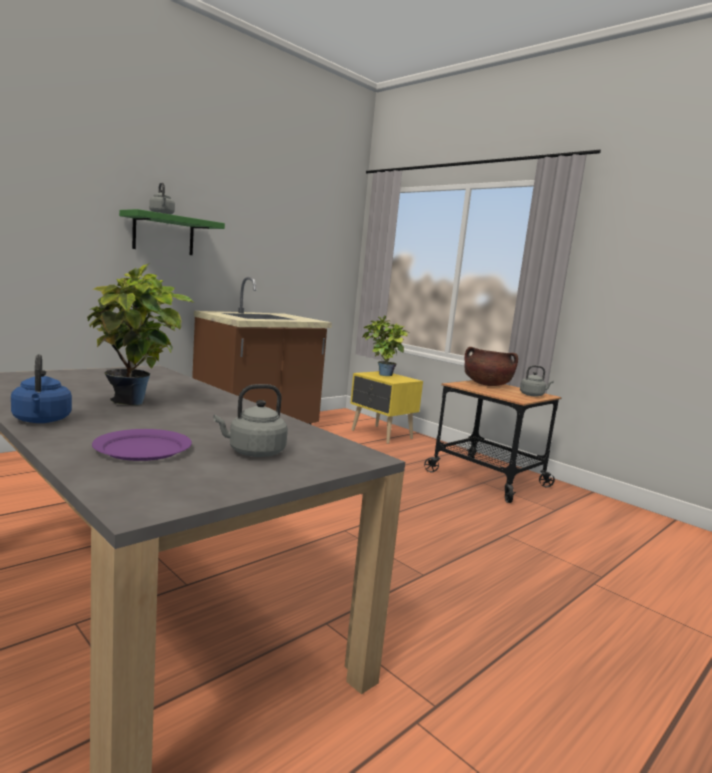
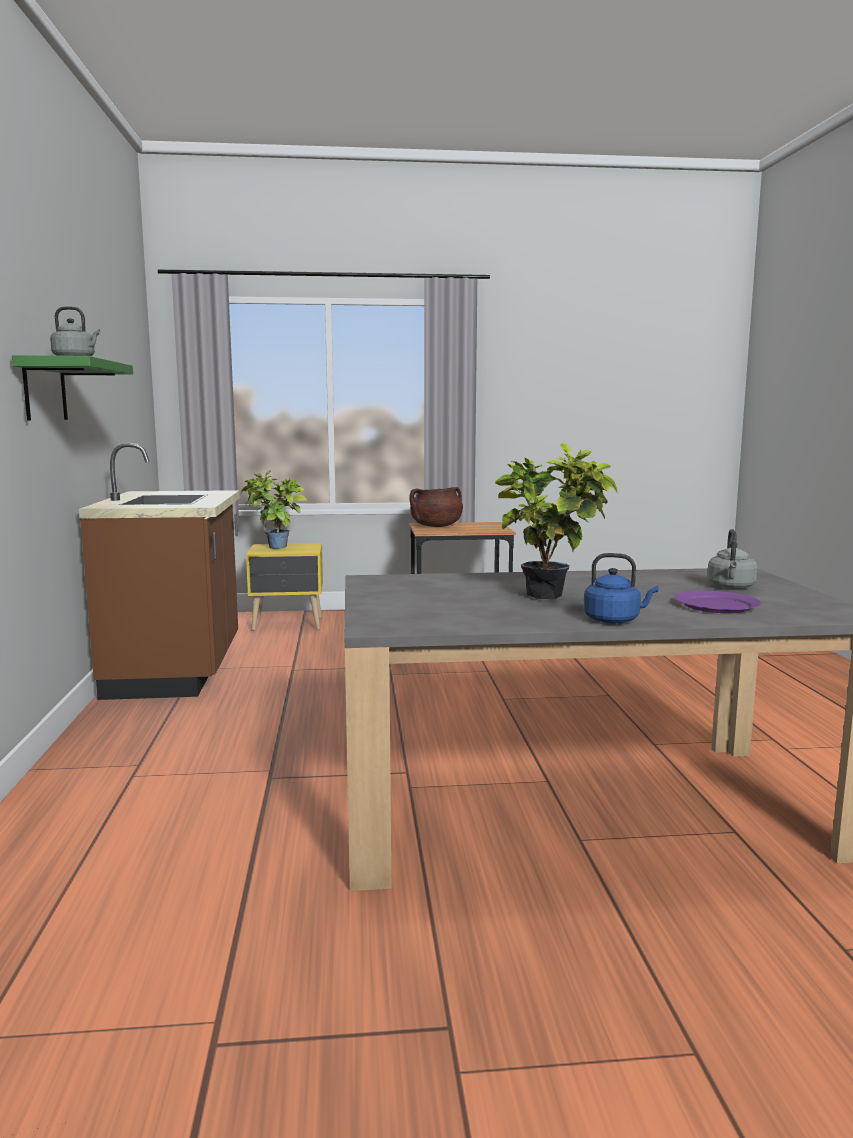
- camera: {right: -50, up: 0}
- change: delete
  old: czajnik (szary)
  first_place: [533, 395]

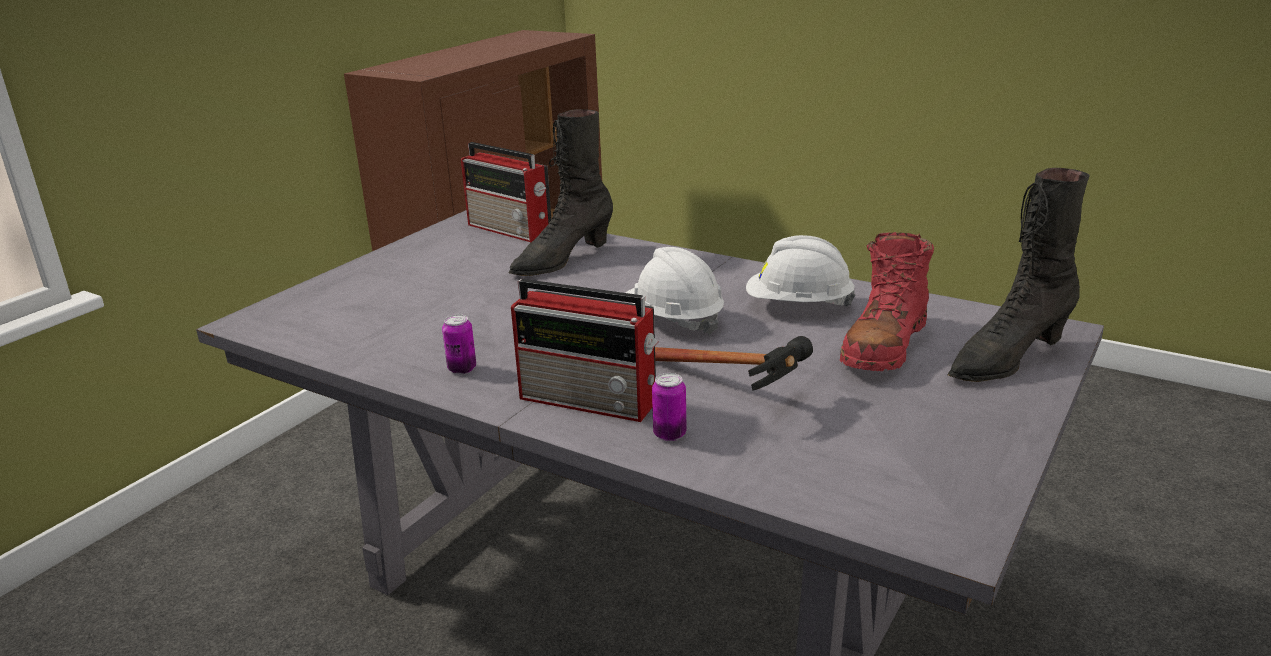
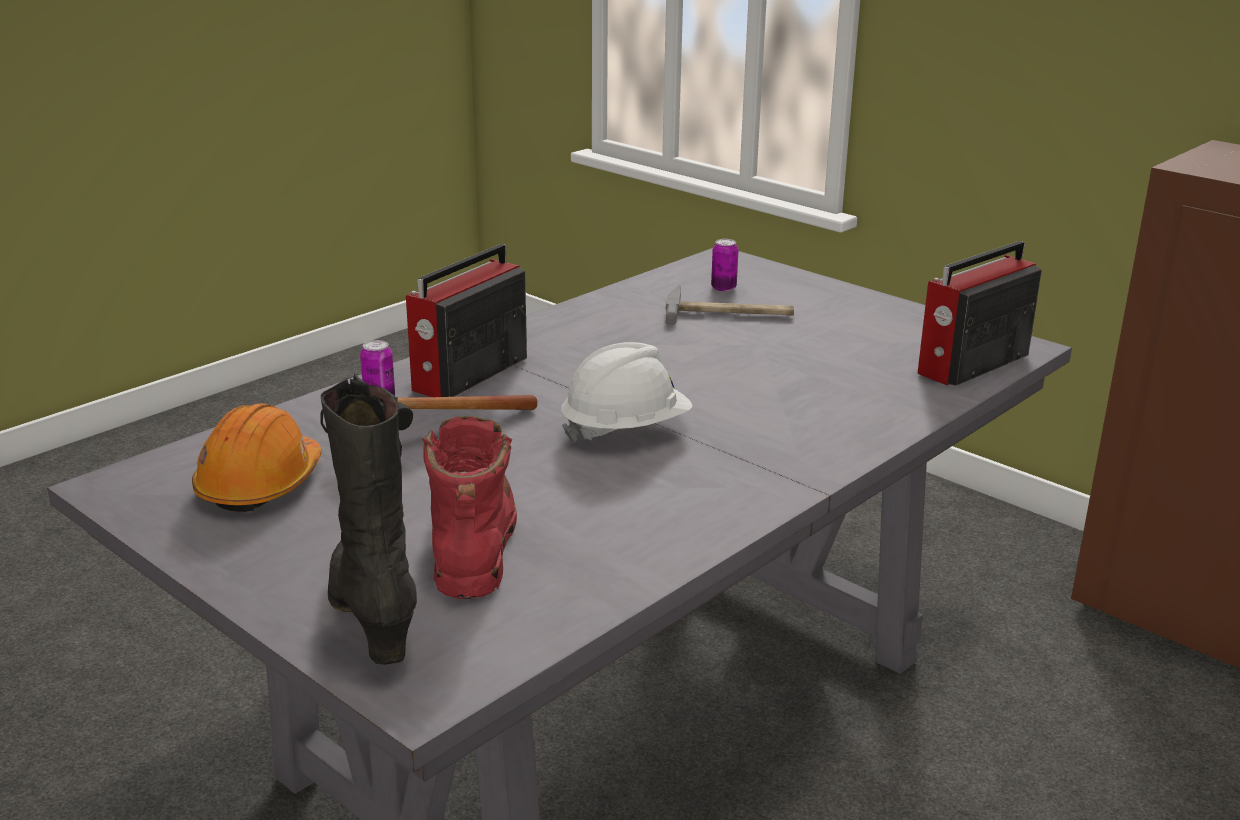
- camera: {right: 100, up: 0}
- change: delete
  old: but z cholewką (czarny)
  first_place: [562, 260]
- change: rotate
  old: but z cholewką (czerwony)
  first_place: [884, 345]
  second_place: [472, 541]
  degrees: 45
- change: delete
  old: kask (biały)
  first_place: [798, 306]
- change: move
  old: puszka
  first_place: [462, 369]
  second_place: [723, 288]
- change: insert
  new: młotek
  second_place: [729, 312]
- change: insert
  new: kask (pomarańczowy)
  second_place: [260, 484]

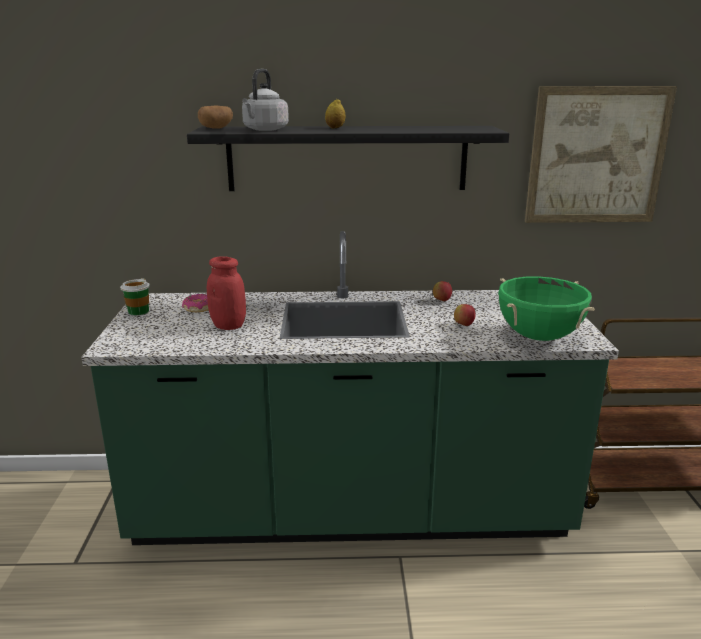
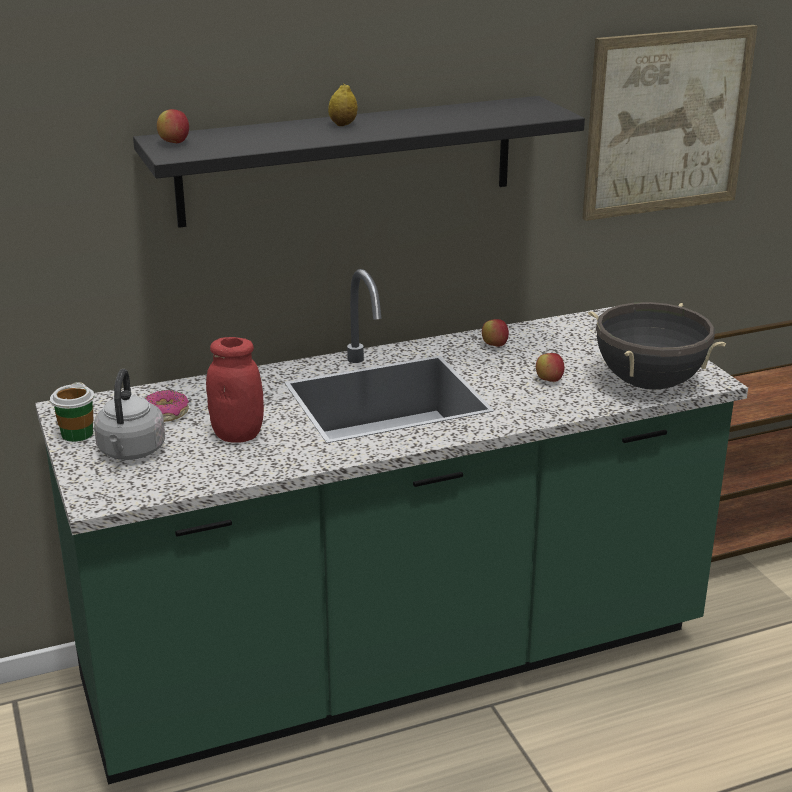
- camera: {right: -20, up: 5}
- change: move
  old: czajnik (szary)
  first_place: [264, 130]
  second_place: [131, 452]
- change: replace
  old: ziemniak
  new: jabłko
  first_place: [217, 128]
  second_place: [174, 143]
- change: recolor
  old: garnek (zielony)
  new: garnek (czarny)
  first_place: [538, 336]
  second_place: [649, 383]

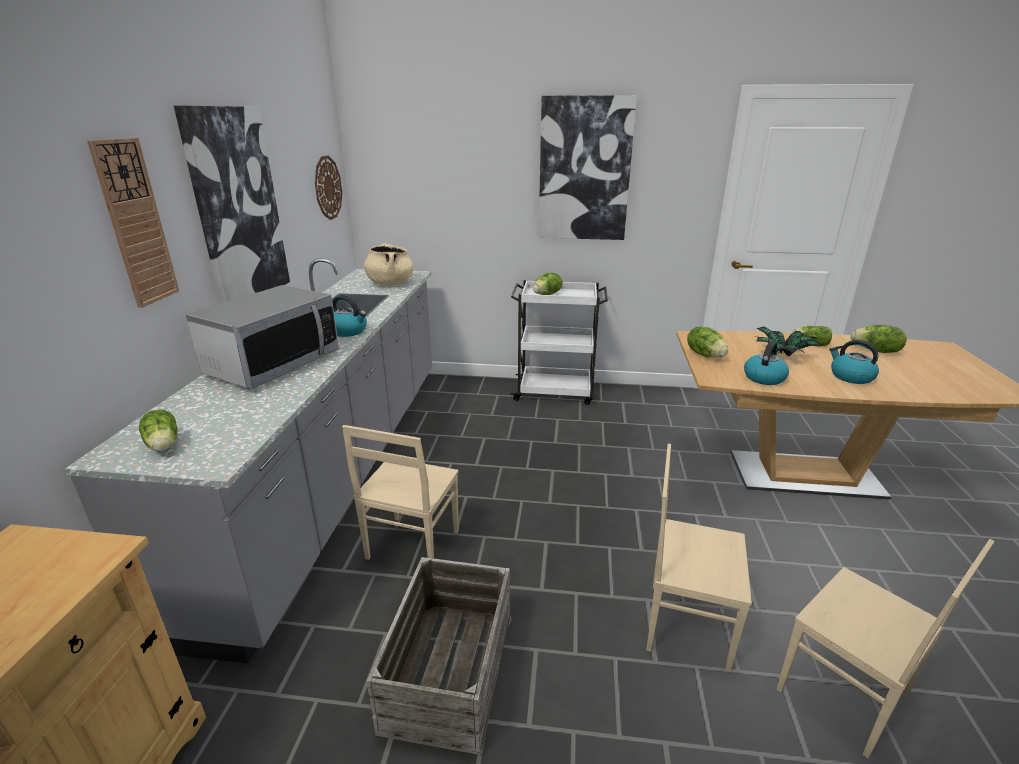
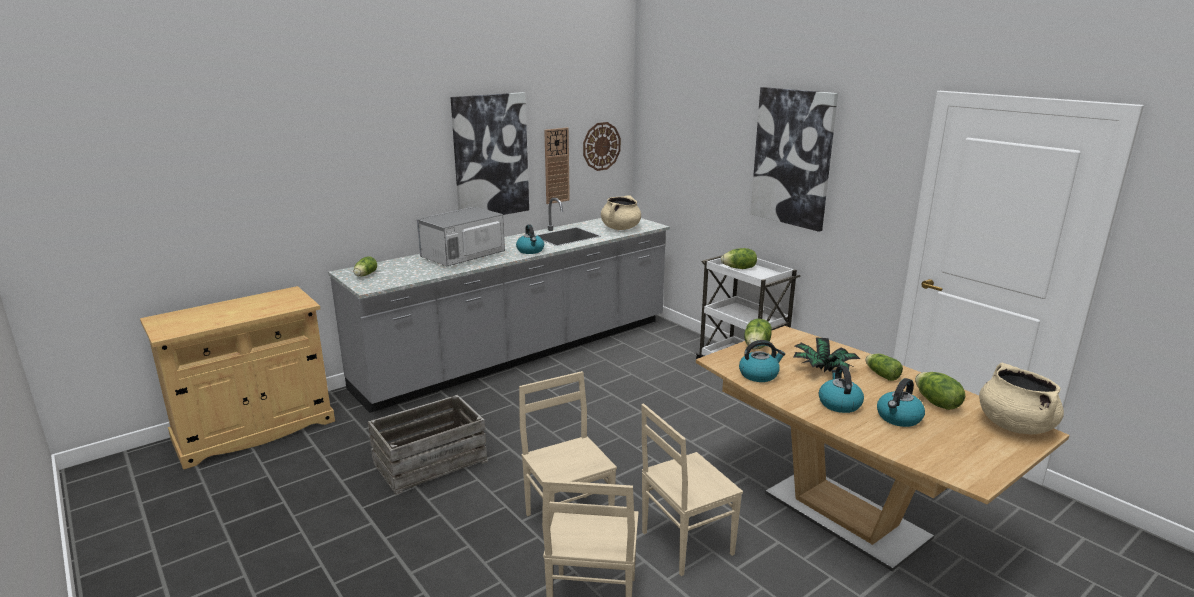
- camera: {right: 45, up: -5}
- change: move
  old: zegar ścienny
  first_place: [135, 223]
  second_place: [556, 165]
- change: rotate
  old: mikrofalówka
  first_place: [274, 364]
  second_place: [463, 256]
  degrees: 150
- change: move
  old: krzesło (beżowy)
  first_place: [411, 545]
  second_place: [685, 543]
- change: insert
  new: garnek (beżowy)
  second_place: [1014, 425]
- change: insert
  new: czajnik
  second_place: [898, 418]

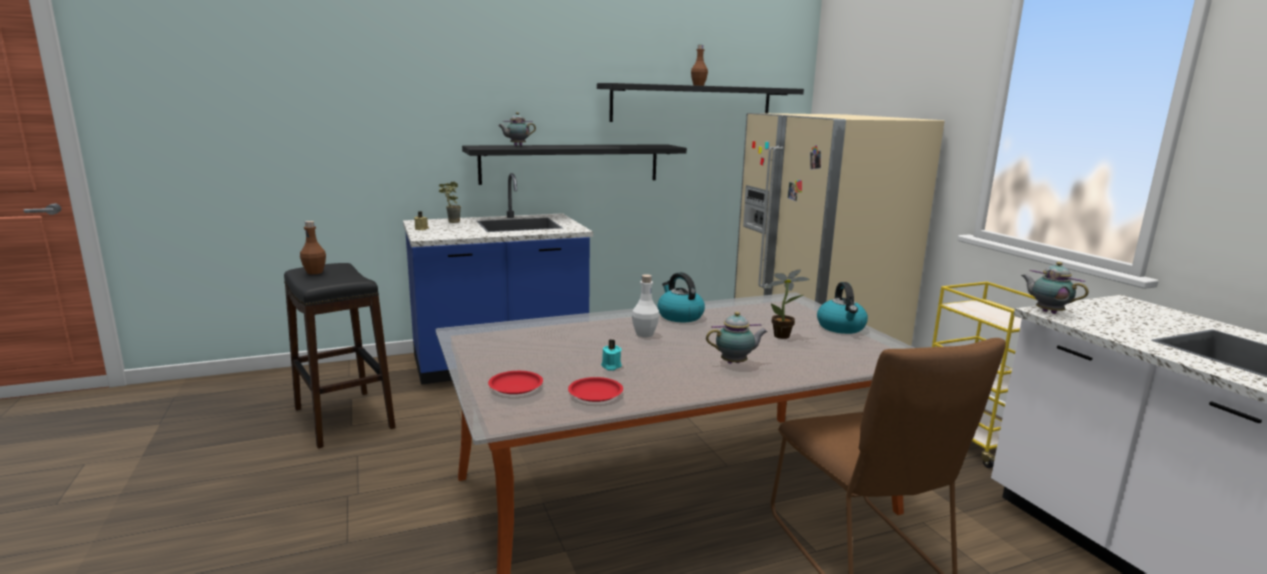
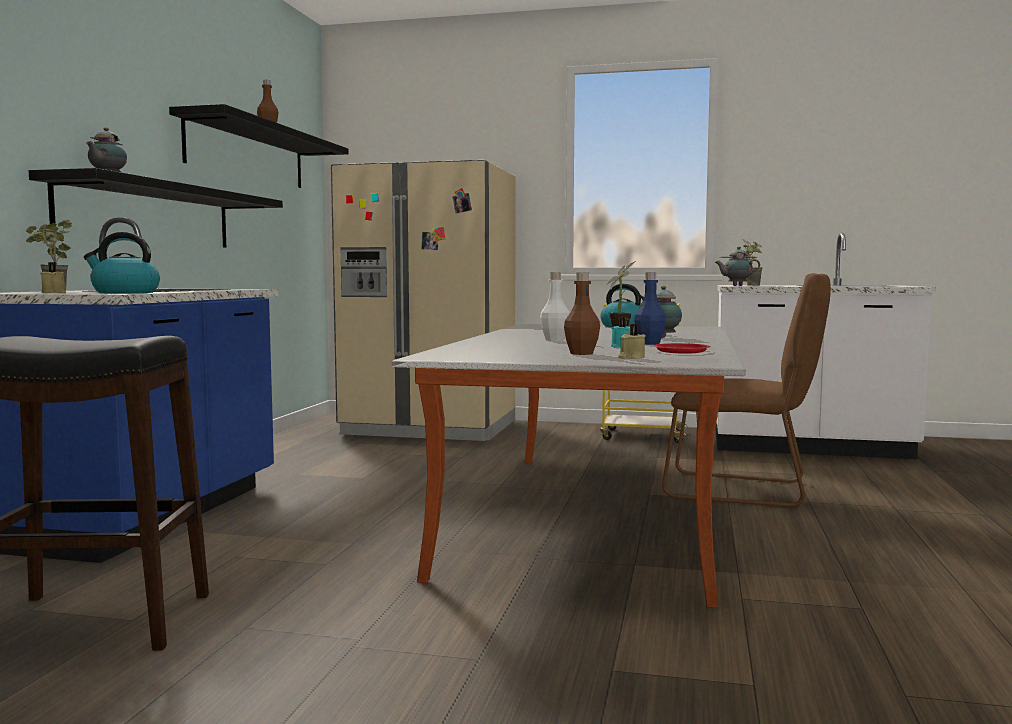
- camera: {right: -55, up: -10}
- change: move
  old: butelka (brązowy)
  first_place: [314, 272]
  second_place: [581, 353]
- change: move
  old: czajnik
  first_place: [679, 316]
  second_place: [124, 292]
- change: replace
  old: talerz (czerwony)
  new: świeca (beżowy)
  first_place: [515, 386]
  second_place: [631, 358]
- change: insert
  new: roślina doniczkowa
  second_place: [752, 285]
- change: insert
  new: butelka (niebieski)
  second_place: [649, 343]

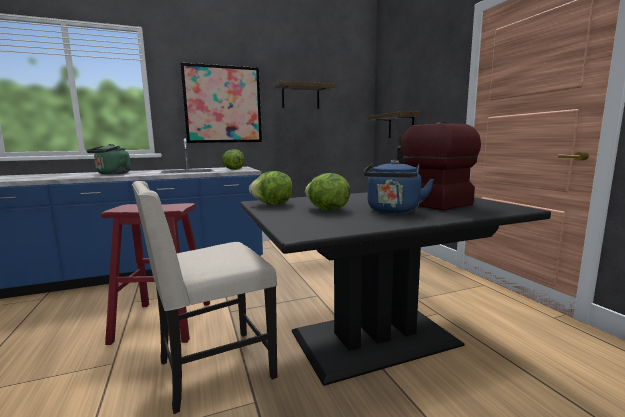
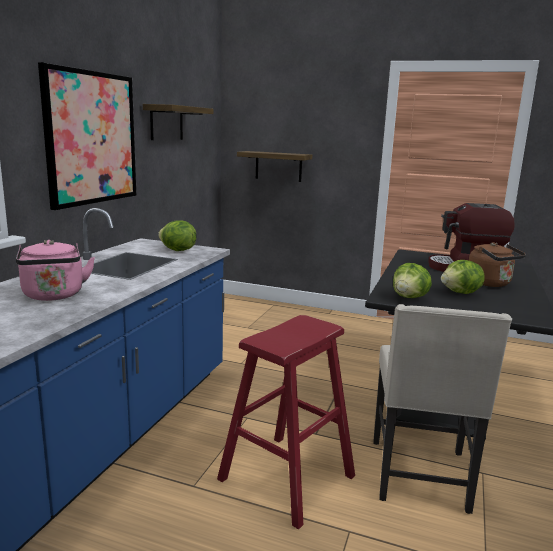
- camera: {right: -50, up: 5}
- change: recolor
  old: czajnik (zielony)
  new: czajnik (różowy)
  first_place: [112, 174]
  second_place: [54, 296]
- change: recolor
  old: czajnik (niebieski)
  new: czajnik (brązowy)
  first_place: [393, 211]
  second_place: [491, 284]

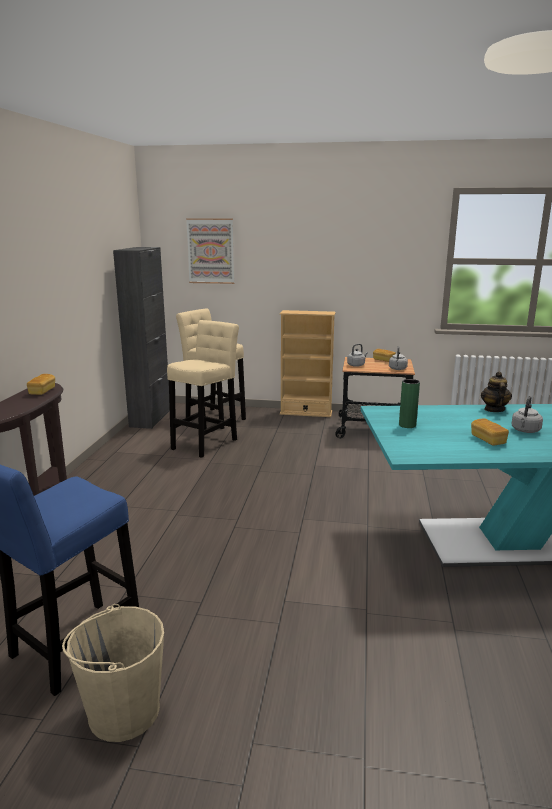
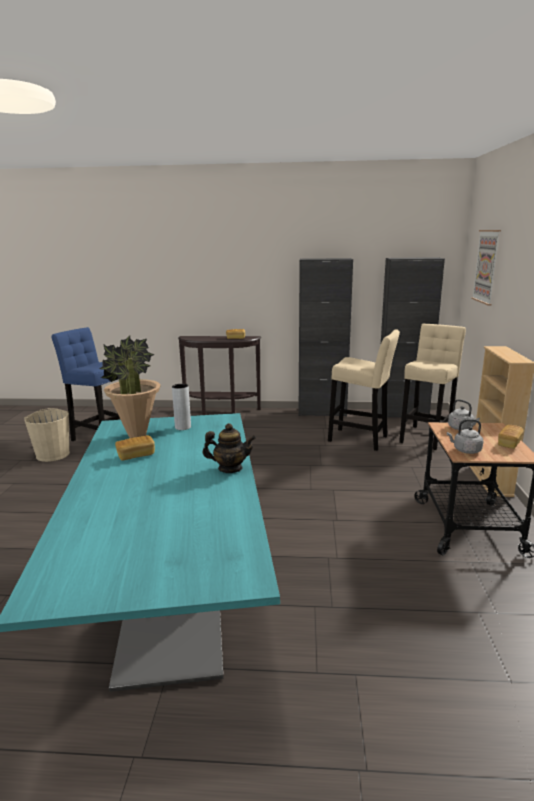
- camera: {right: 85, up: 0}
- change: recolor
  old: wazon (zielony)
  new: wazon (szary)
  first_place: [407, 425]
  second_place: [183, 427]
- change: delete
  old: czajnik (szary)
  first_place: [525, 431]
- change: insert
  new: szafka (czarny)
  second_place: [322, 412]
- change: insert
  new: roślina doniczkowa
  second_place: [137, 435]

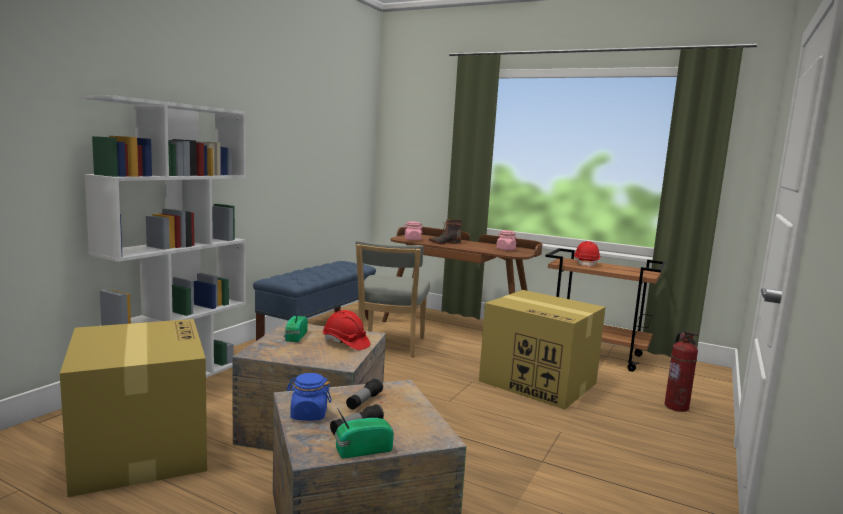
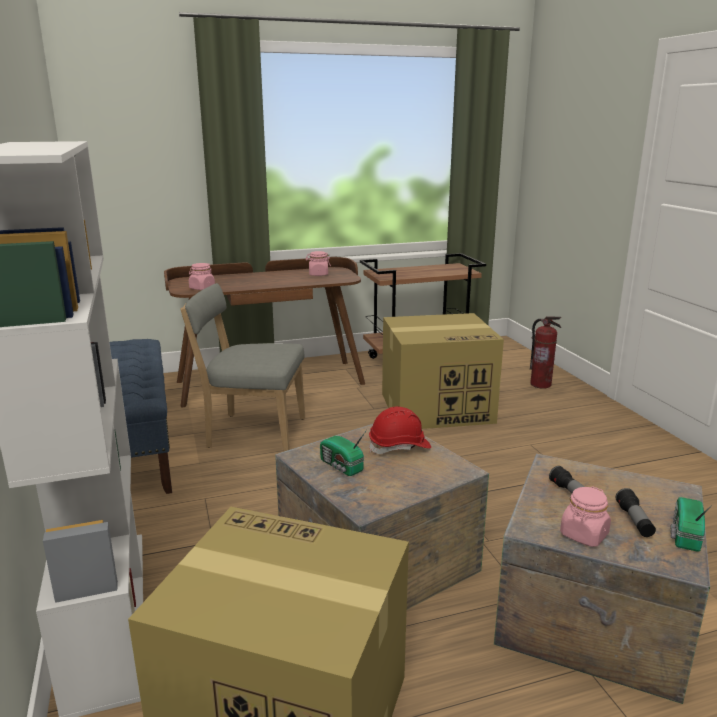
- camera: {right: -45, up: 10}
- change: delete
  old: but z cholewką
  first_place: [444, 243]
- change: rotate
  old: krzesło (szary)
  first_place: [389, 345]
  second_place: [252, 432]
  degrees: 135
- change: delete
  old: kask (czerwony)
  first_place: [586, 263]
- change: recolor
  old: słoik (niebieski)
  new: słoik (różowy)
  first_place: [308, 415]
  second_place: [584, 535]

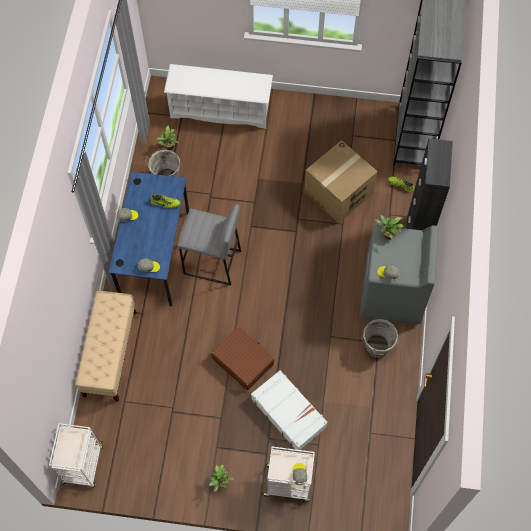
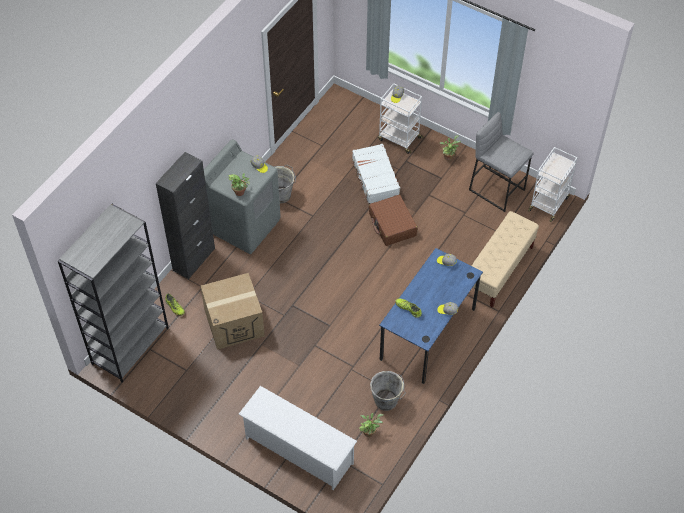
- camera: {right: -155, up: -10}
- change: move
  old: stołek (szary)
  first_place: [212, 263]
  second_place: [497, 189]

